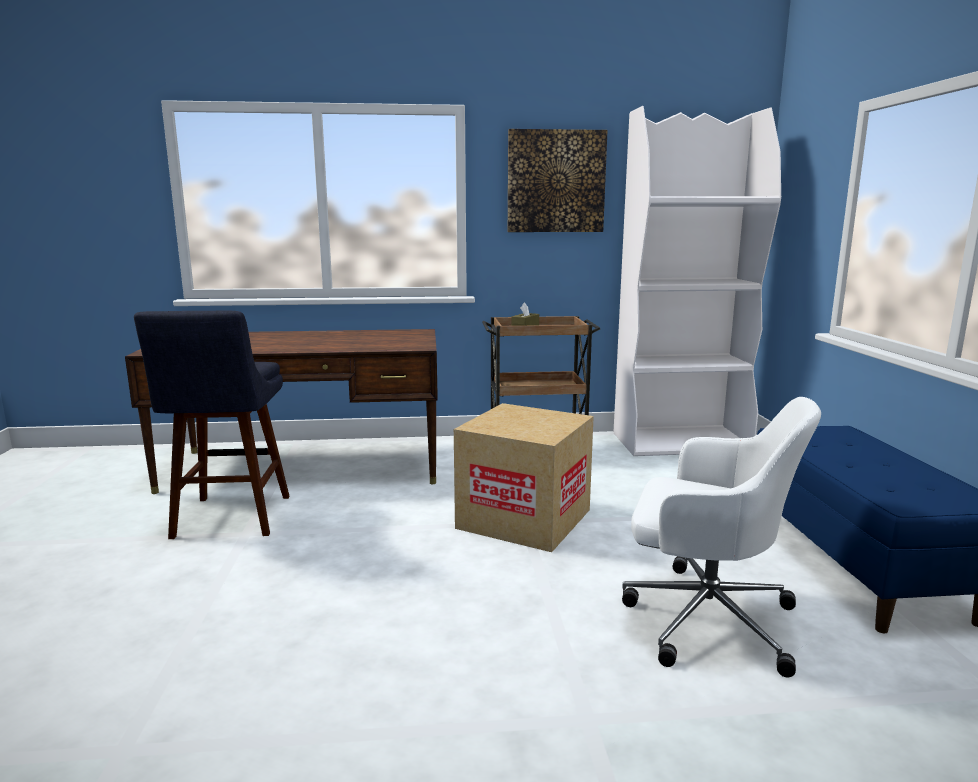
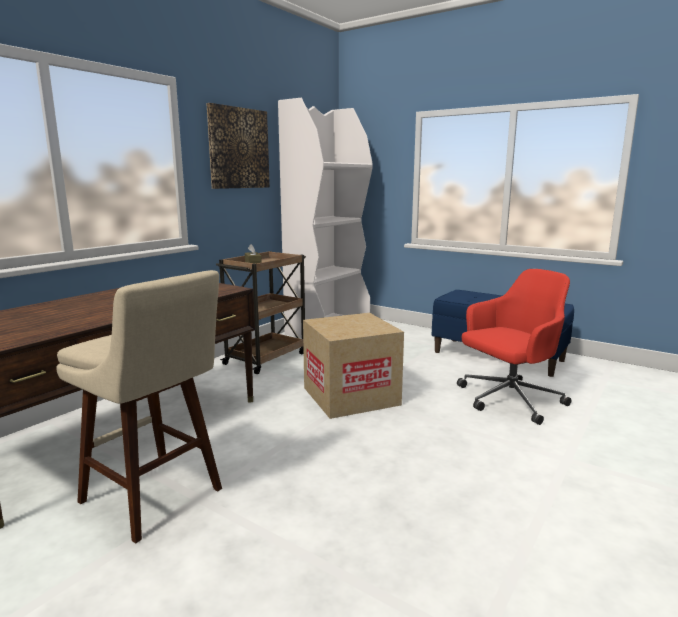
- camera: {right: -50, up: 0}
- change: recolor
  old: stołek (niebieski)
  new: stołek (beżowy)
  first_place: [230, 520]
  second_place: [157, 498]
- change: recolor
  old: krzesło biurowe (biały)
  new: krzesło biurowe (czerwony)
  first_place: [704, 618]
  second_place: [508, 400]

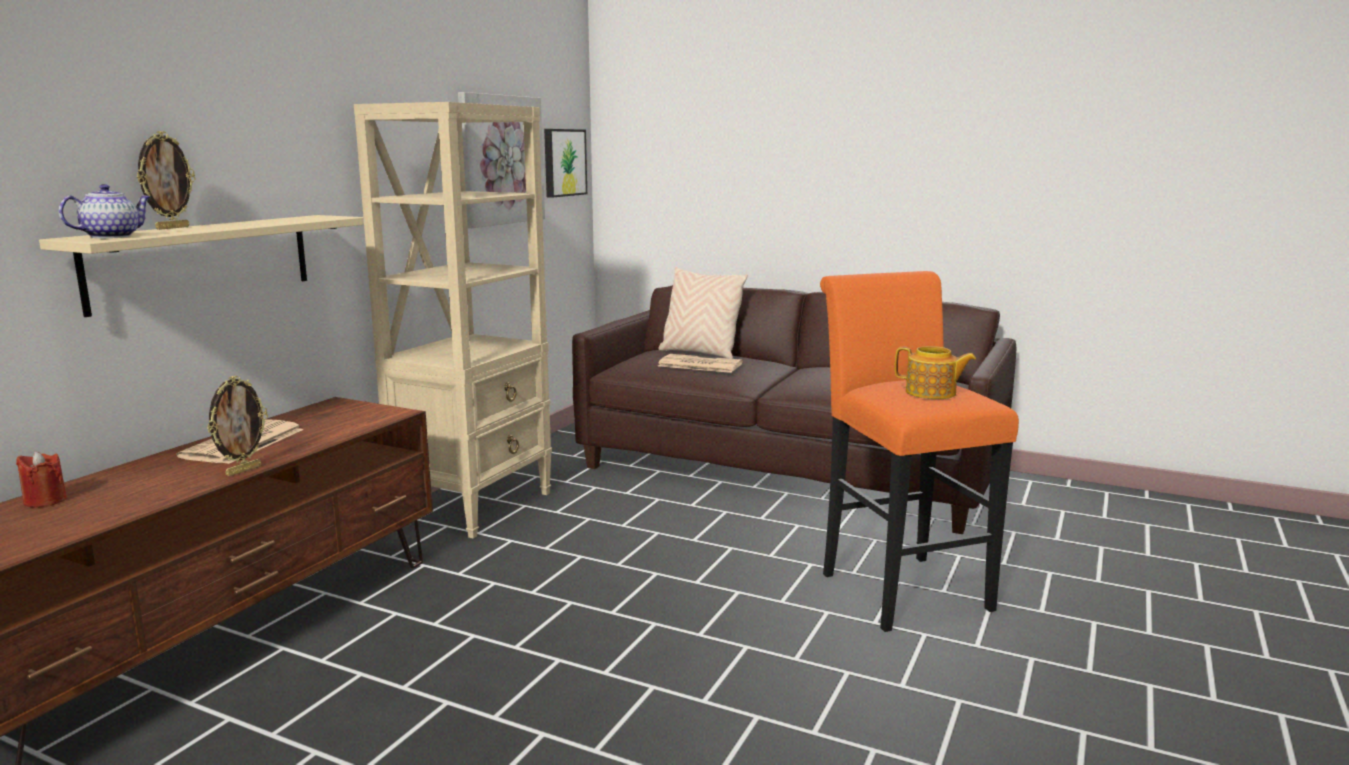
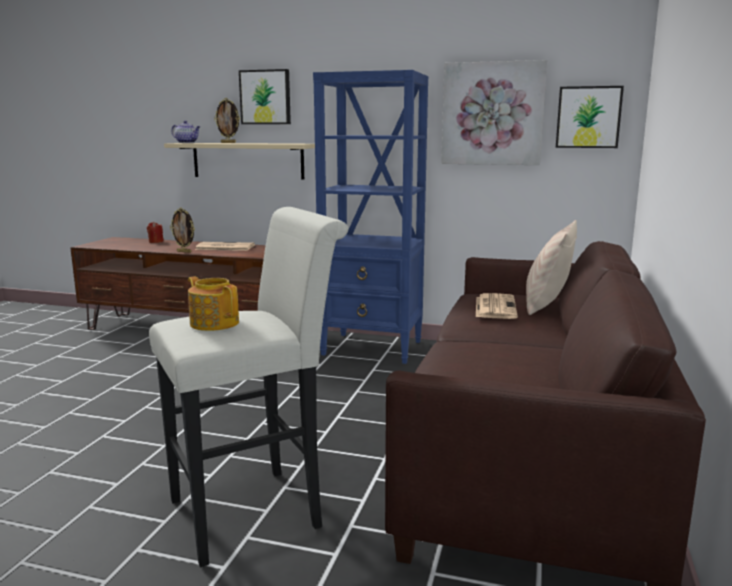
- camera: {right: 80, up: 0}
- change: recolor
  old: regał (beżowy)
  new: regał (niebieski)
  first_place: [475, 505]
  second_place: [373, 348]
- change: recolor
  old: stołek (pomarańczowy)
  new: stołek (biały)
  first_place: [898, 586]
  second_place: [256, 510]
- change: rotate
  old: imbryk
  first_place: [932, 393]
  second_place: [214, 323]
  degrees: 120
- change: insert
  new: obraz
  second_place: [265, 97]

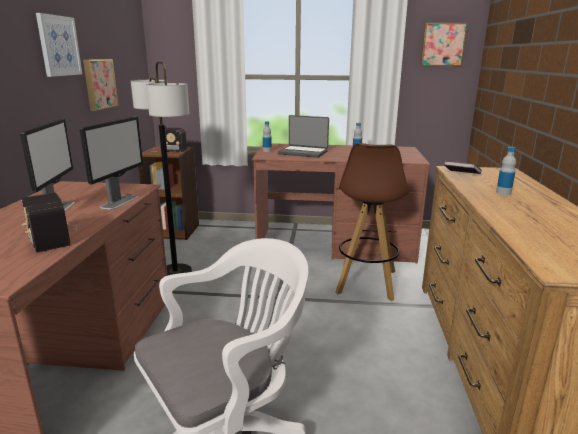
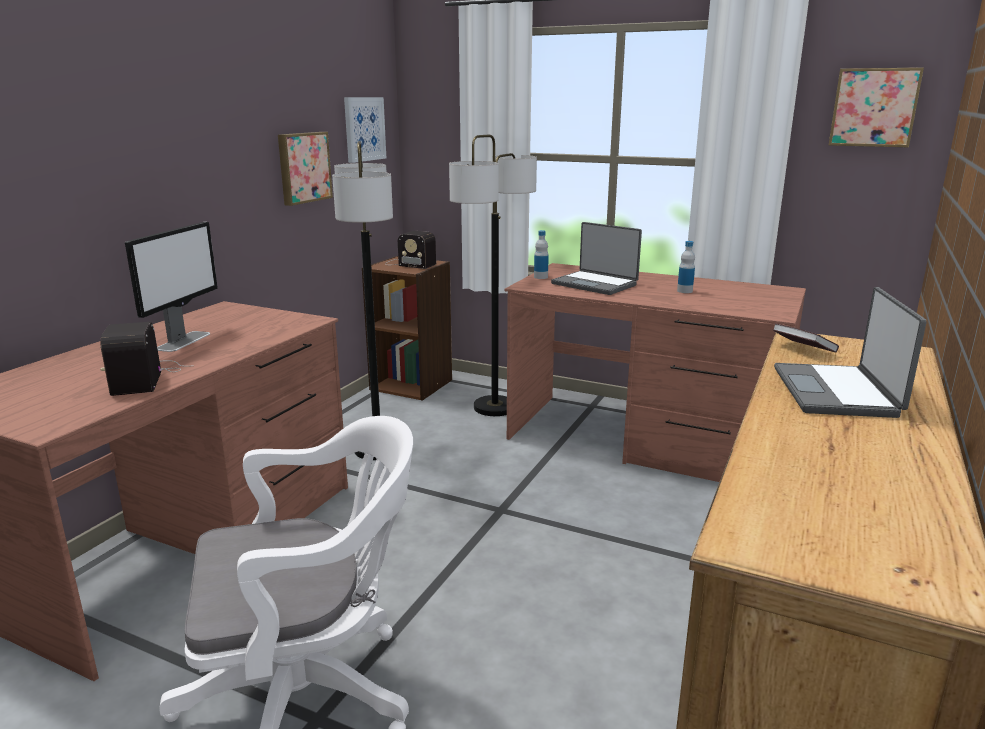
- camera: {right: 20, up: 0}
- change: move
  old: obraz
  first_place: [58, 46]
  second_place: [364, 129]
- change: delete
  old: monitor
  first_place: [120, 201]
- change: delete
  old: stołek (brązowy)
  first_place: [366, 282]
- change: replace
  old: butelka
  new: laptop
  first_place: [503, 193]
  second_place: [837, 392]
- change: insert
  new: lampa stojąca
  second_place: [495, 407]

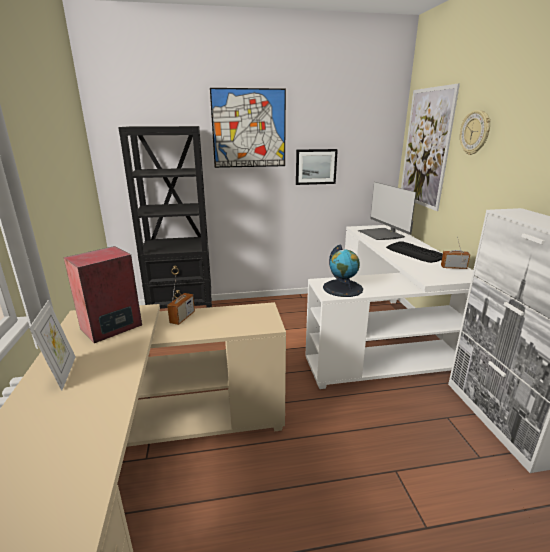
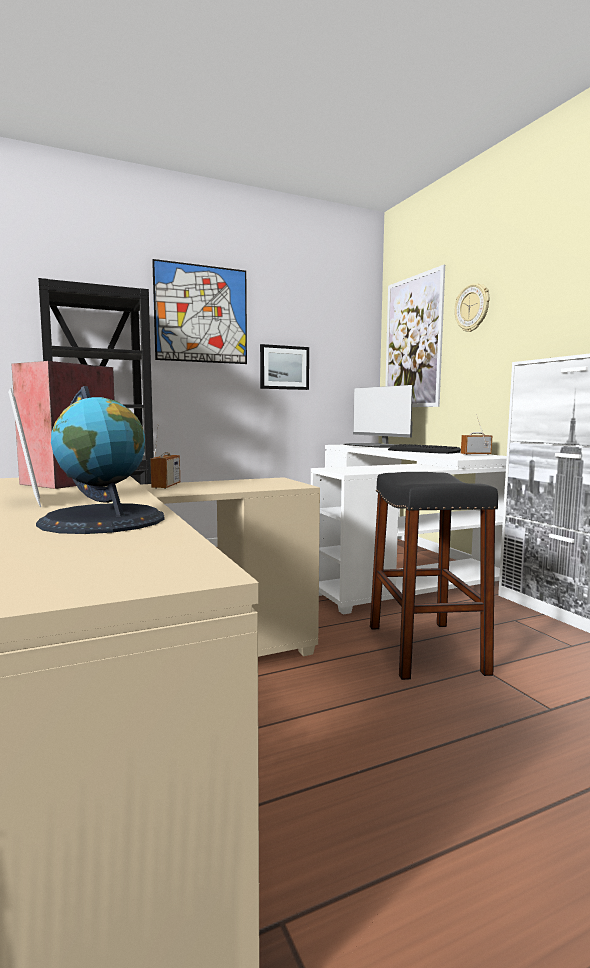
- camera: {right: -15, up: -15}
- change: move
  old: globus
  first_place: [343, 288]
  second_place: [103, 520]
- change: insert
  new: stołek (czarny)
  second_place: [425, 649]

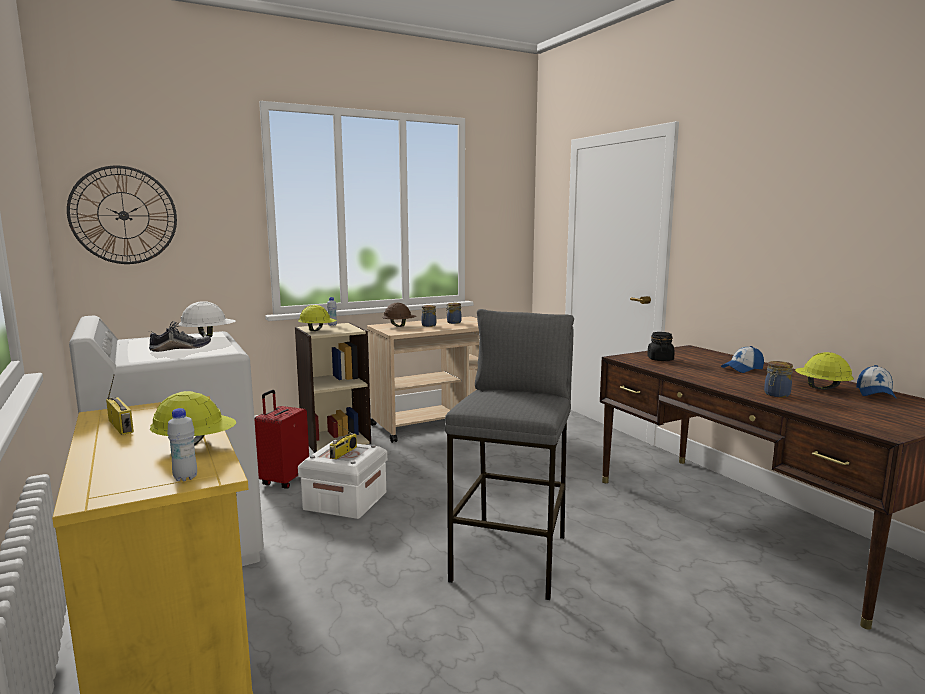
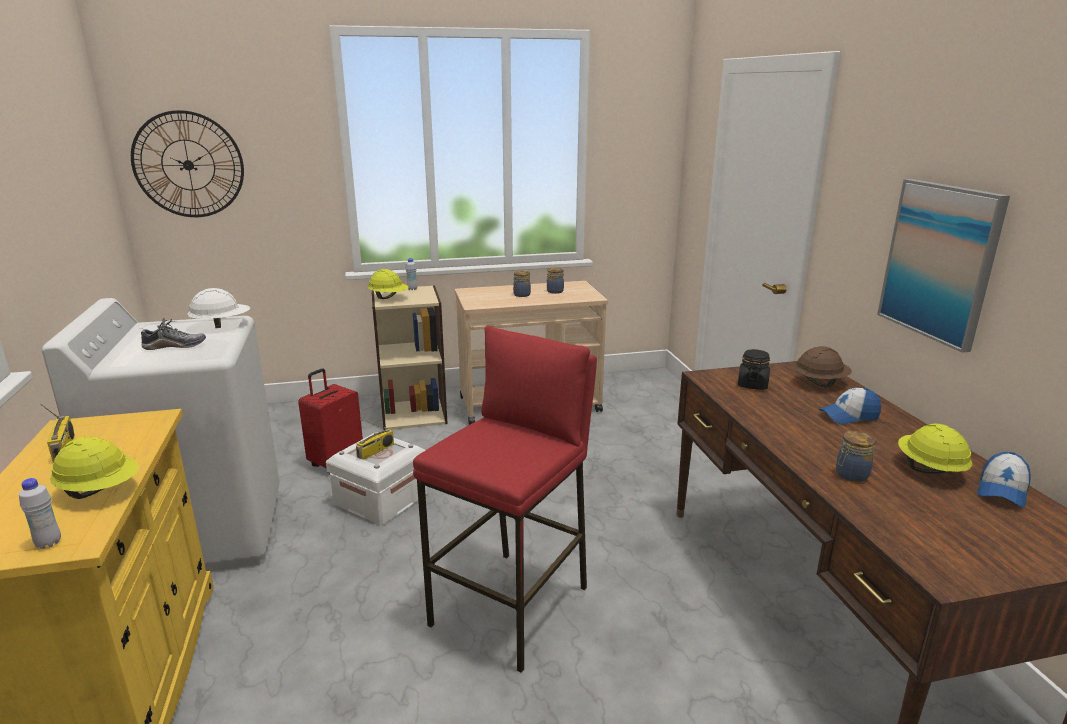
- camera: {right: 15, up: 10}
- change: move
  old: kask (brązowy)
  first_place: [399, 326]
  second_place: [820, 383]
- change: recolor
  old: stołek (szary)
  new: stołek (czerwony)
  first_place: [512, 557]
  second_place: [512, 606]
- change: insert
  new: obraz
  second_place: [940, 262]

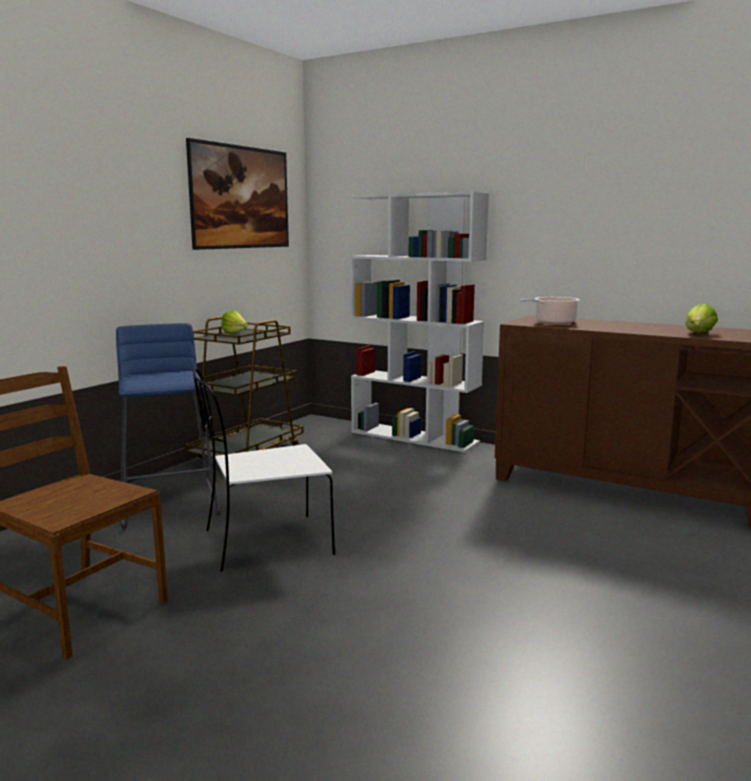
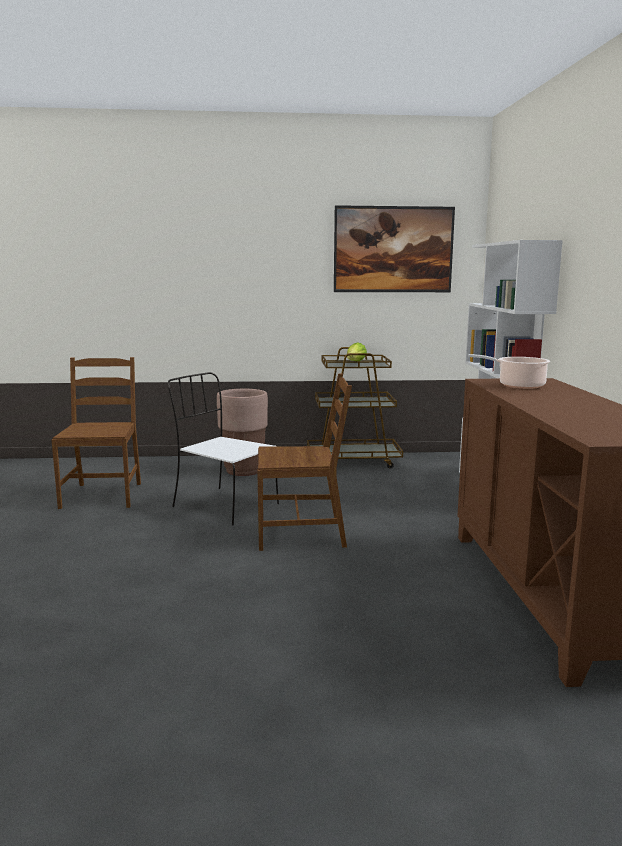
- camera: {right: 55, up: 0}
- change: delete
  old: sałata
  first_place: [698, 334]
- change: replace
  old: stołek (niebieski)
  new: donica (brązowy)
  first_place: [170, 504]
  second_place: [243, 471]
- change: insert
  new: krzesło (brązowy)
  second_place: [301, 533]

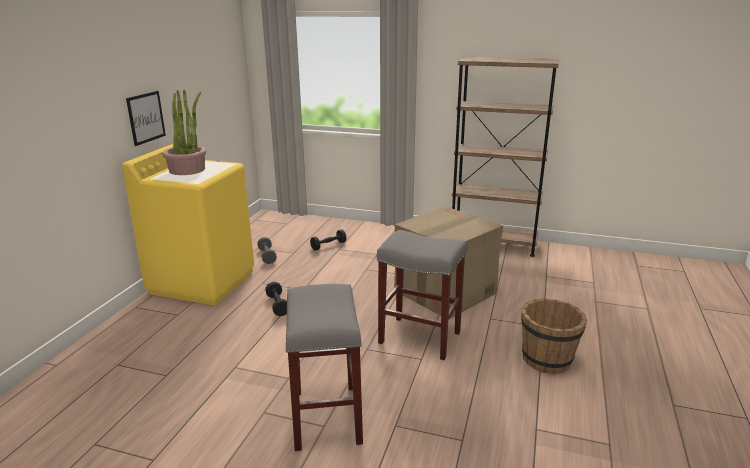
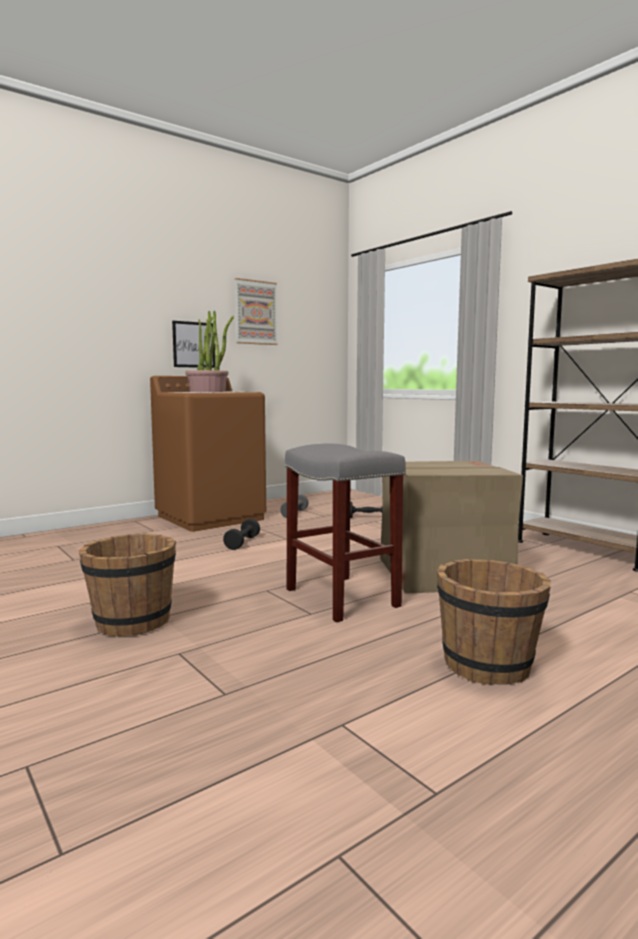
- camera: {right: 35, up: -15}
- change: recolor
  old: pralka (żółty)
  new: pralka (brązowy)
  first_place: [203, 281]
  second_place: [211, 517]
- change: replace
  old: stołek (szary)
  new: wiadro (brązowy)
  first_place: [326, 415]
  second_place: [132, 622]
- change: insert
  new: obraz
  second_place: [256, 312]

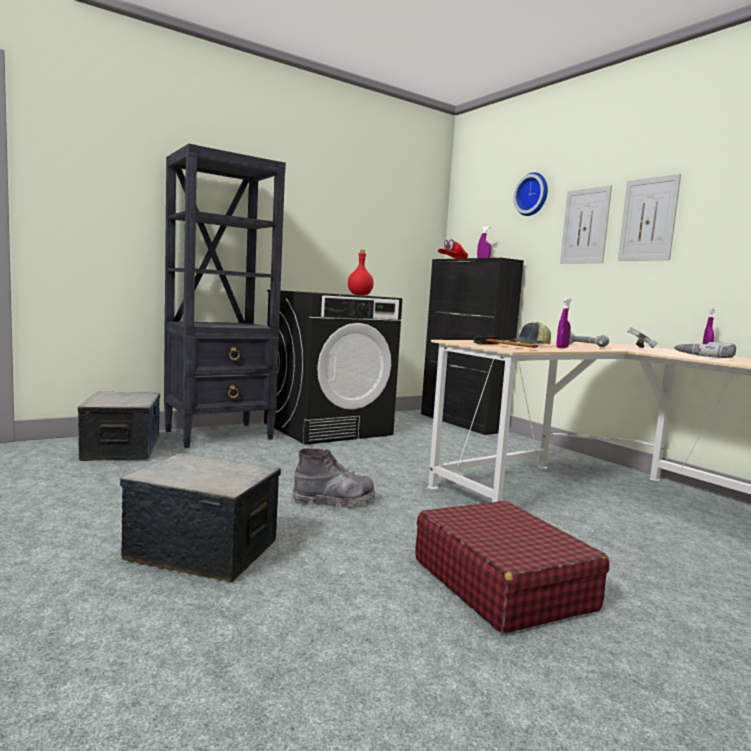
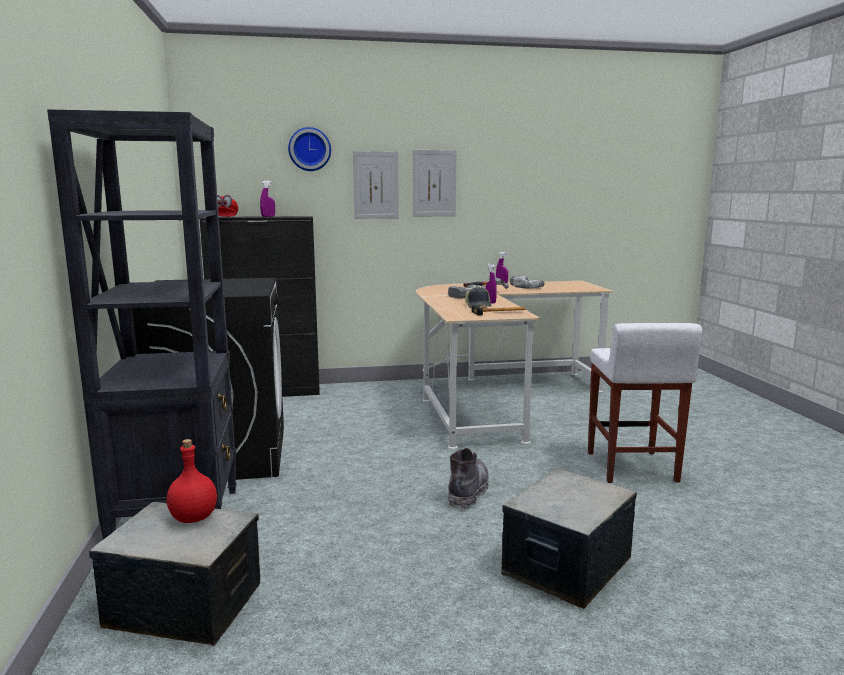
- camera: {right: -65, up: 5}
- change: move
  old: butelka (czerwony)
  first_place: [360, 295]
  second_place: [194, 517]
- change: replace
  old: walizka (czerwony)
  new: stołek (biały)
  first_place: [501, 583]
  second_place: [631, 467]

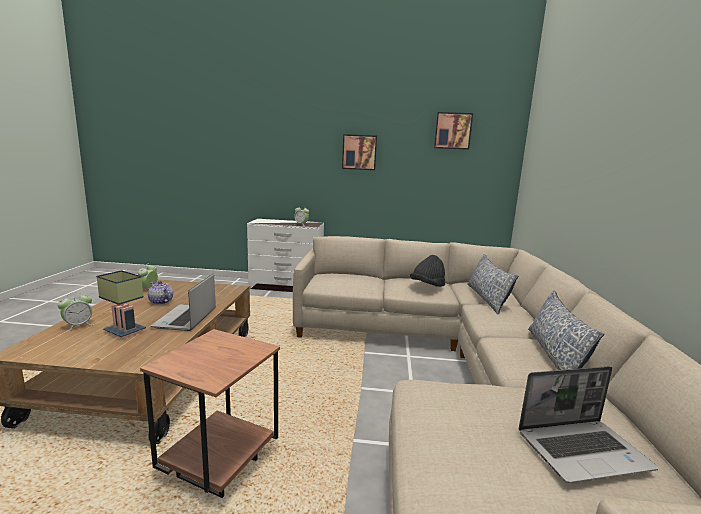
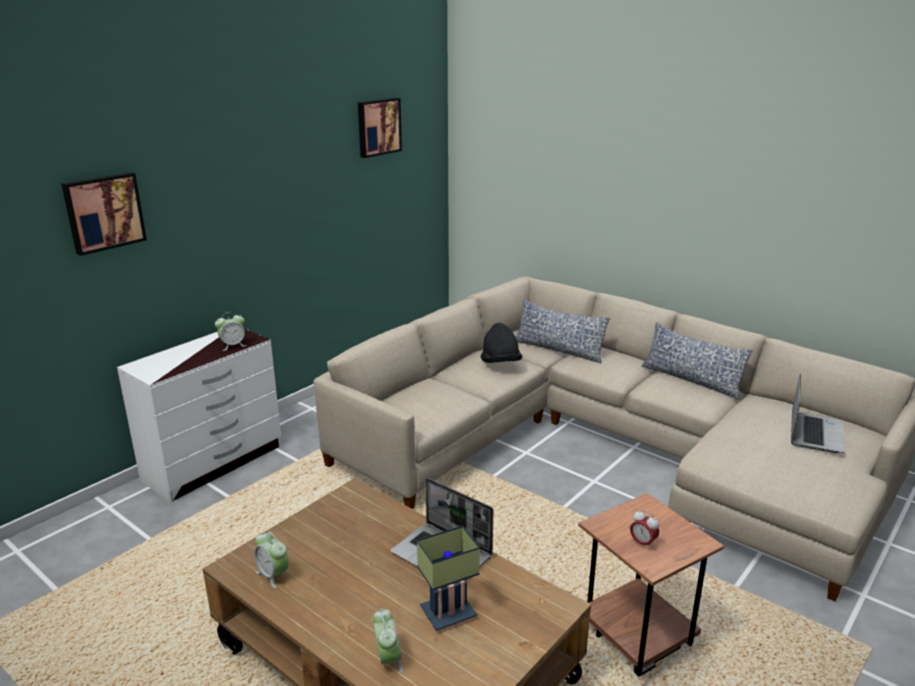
- camera: {right: -55, up: 10}
- change: move
  old: obraz
  first_place: [359, 152]
  second_place: [103, 212]
- change: delete
  old: imbryk
  first_place: [161, 302]
- change: insert
  new: budzik
  second_place: [642, 543]

